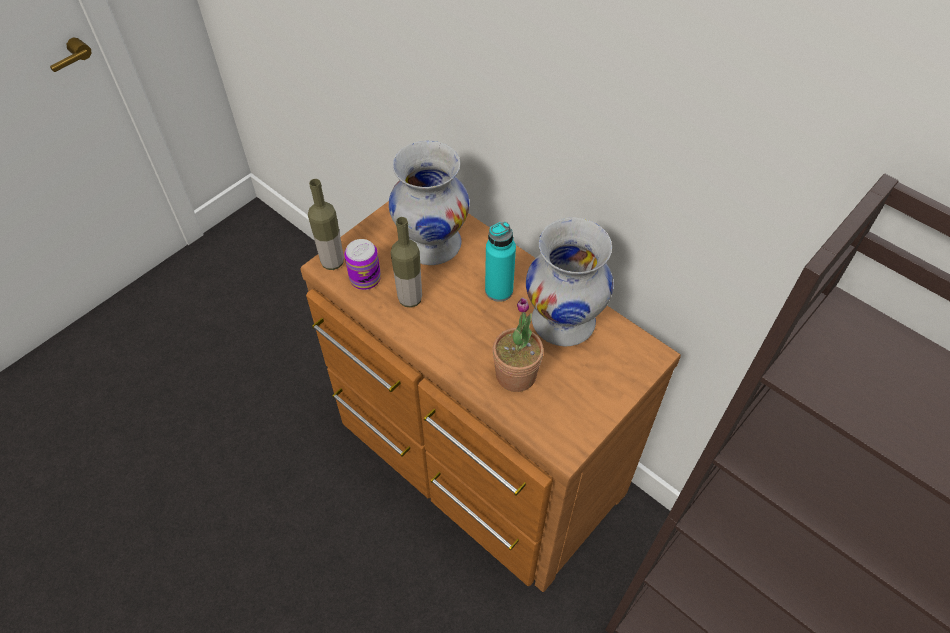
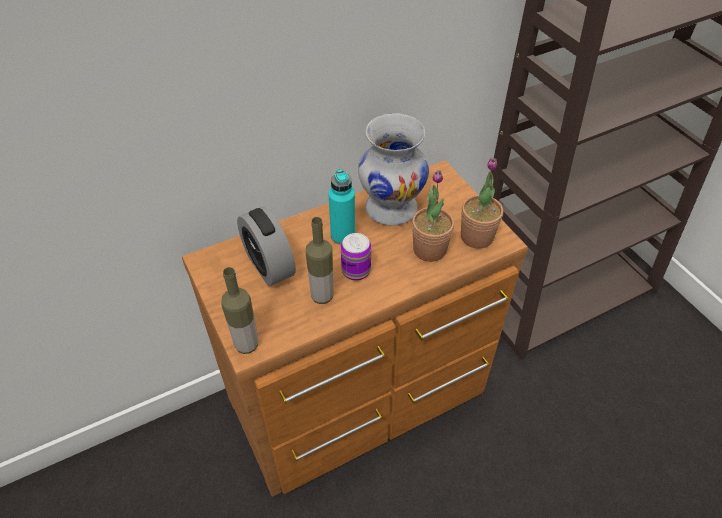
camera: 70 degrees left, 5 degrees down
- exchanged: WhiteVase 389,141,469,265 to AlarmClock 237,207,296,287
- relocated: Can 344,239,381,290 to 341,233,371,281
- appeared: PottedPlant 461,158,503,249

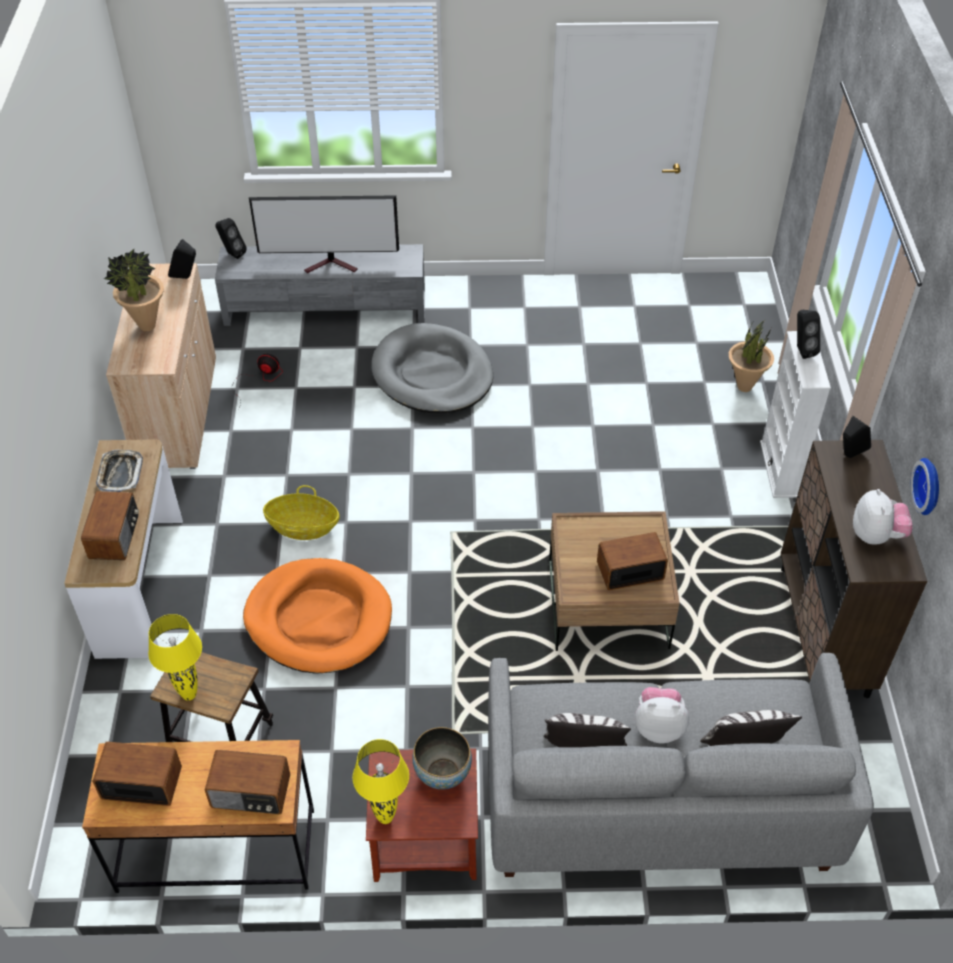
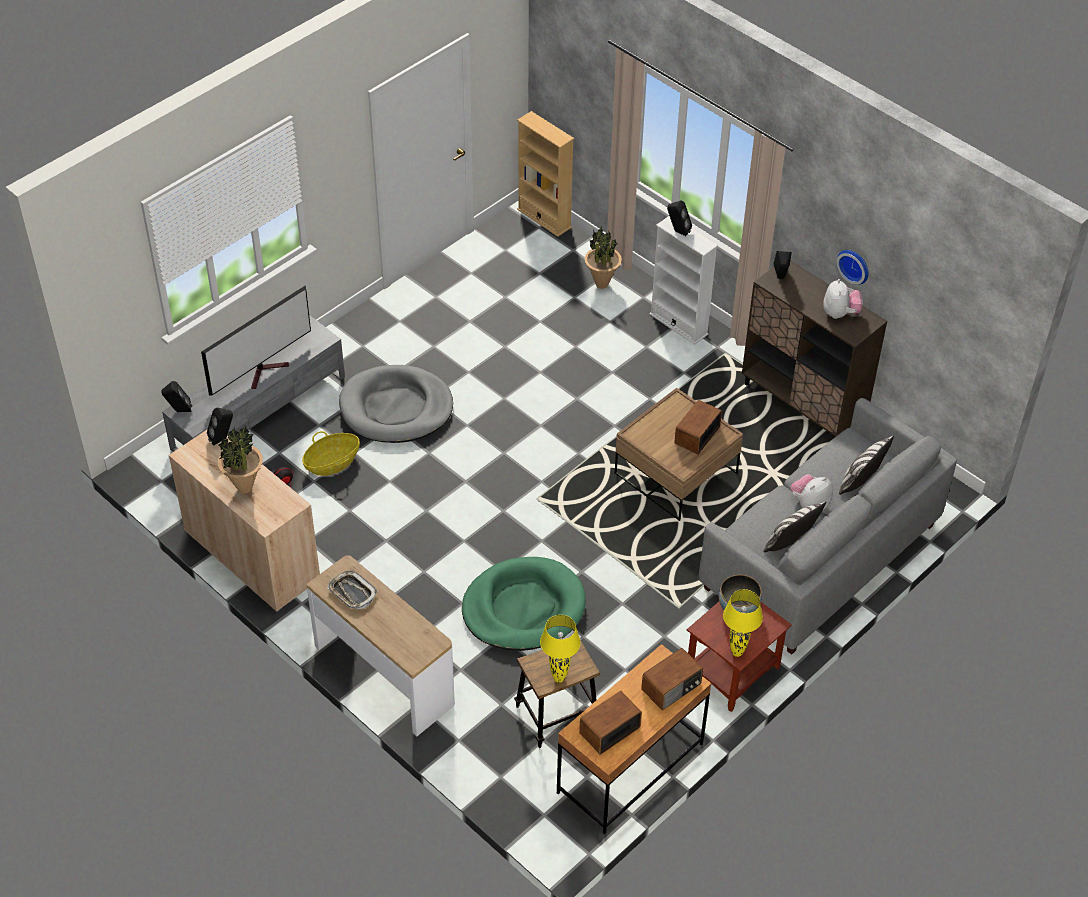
camera: 45 degrees left, 0 degrees up
- relocated: Basket 263,485,340,540 to 302,431,360,476
- spun: PlushToy 853,489,912,545 = 823,279,863,319 45 degrees clockwise
- missing: Radio 81,491,139,560
- colour: OrangeDogBed 243,558,392,674 to GreenDogBed 462,557,586,651
- appeared: BeigeBookcase 517,111,574,237

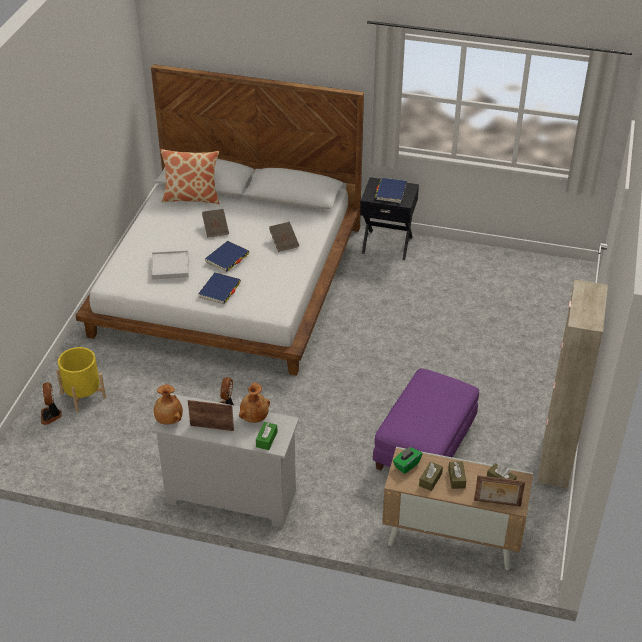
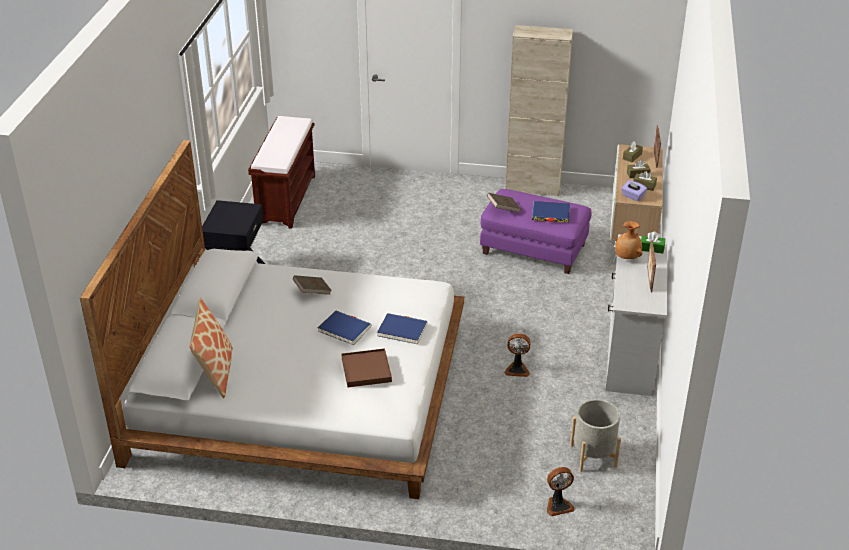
camera: 95 degrees left, 5 degrees down
- relocated: BlueBook 375,178,407,204 to 532,201,570,223
- relocated: BrownBook 202,209,229,238 to 487,193,521,212
- colour: WhiteTray 151,250,189,280 to BrownTray 342,348,392,387
- missing: YellowPlanter 56,347,106,412
- missing: BrownVase 154,385,183,425
- colour: GreenTissueBox 393,447,422,474 to PurpleTissueBox 621,180,647,201
- appeared: BrownBench 248,116,315,229
- appeared: GreyPlanter 570,399,621,472

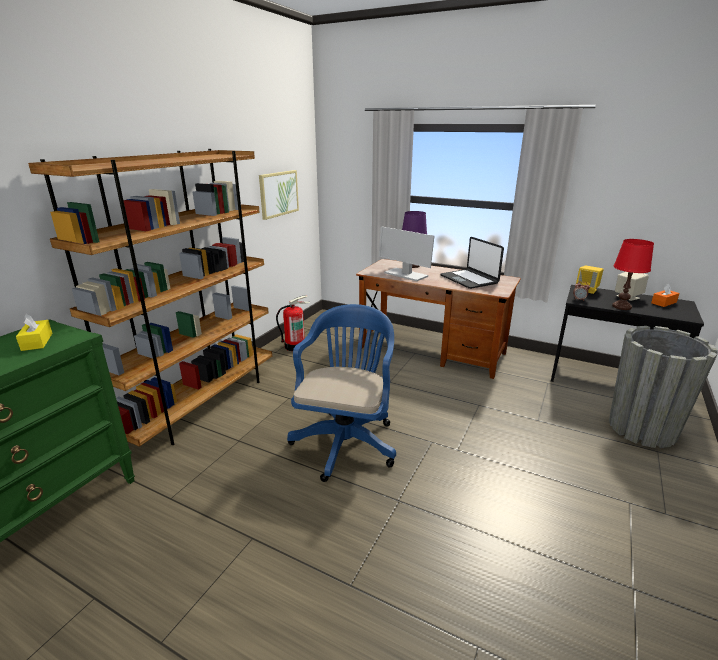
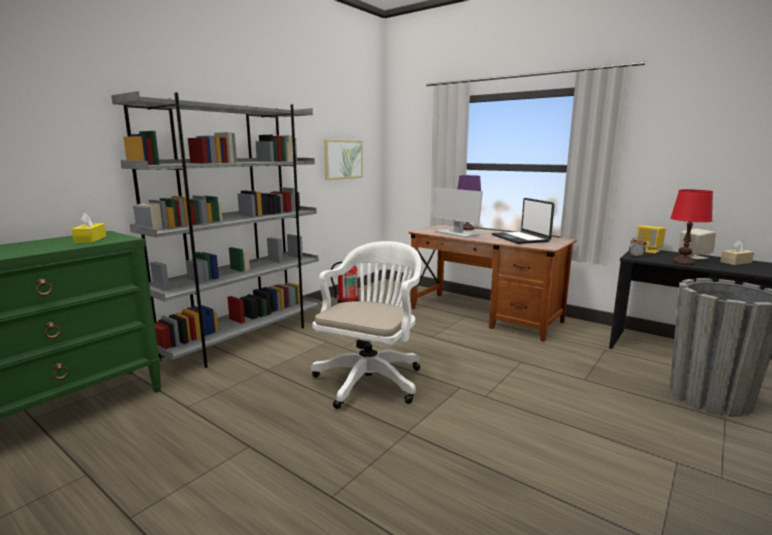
camera: 10 degrees right, 10 degrees down
- colour: BrownBookcase 28,149,272,447 to GreyBookcase 111,91,320,368
- colour: OrangeTissueBox 651,283,680,307 to BeigeTissueBox 720,240,754,265
- colour: BlueOfficeChair 287,304,396,482 to WhiteOfficeChair 311,241,421,409

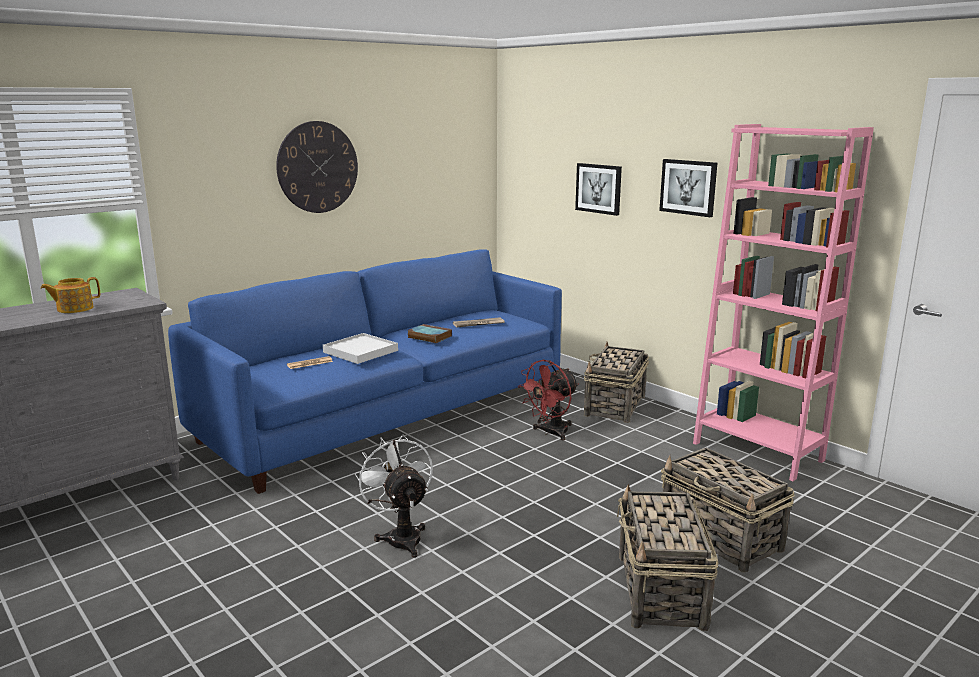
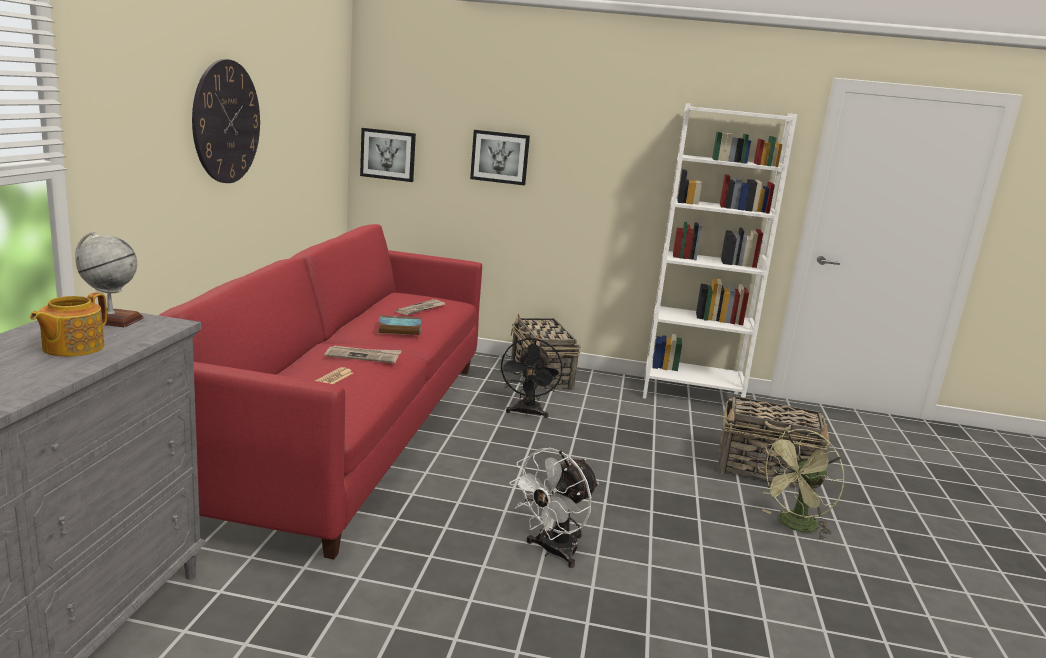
camera: 40 degrees left, 0 degrees up
- colour: PinkBookcase 693,124,874,481 to WhiteBookcase 643,103,797,399
- relocated: Picture 659,159,717,217 to 360,128,416,182
- colour: BlueSofa 168,249,562,494 to RedSofa 159,224,482,559
- exchanged: WhiteTray 323,333,398,364 to Newspaper 324,346,402,363
- colour: RedFan 518,360,579,440 to BlackFan 499,338,562,418
- spun: WhiteFan 355,435,433,558 = 510,448,599,568 75 degrees counterclockwise
- exchanged: Basket 617,484,719,631 to GreenFan 758,429,845,541
- appeared: Globe 75,232,144,328

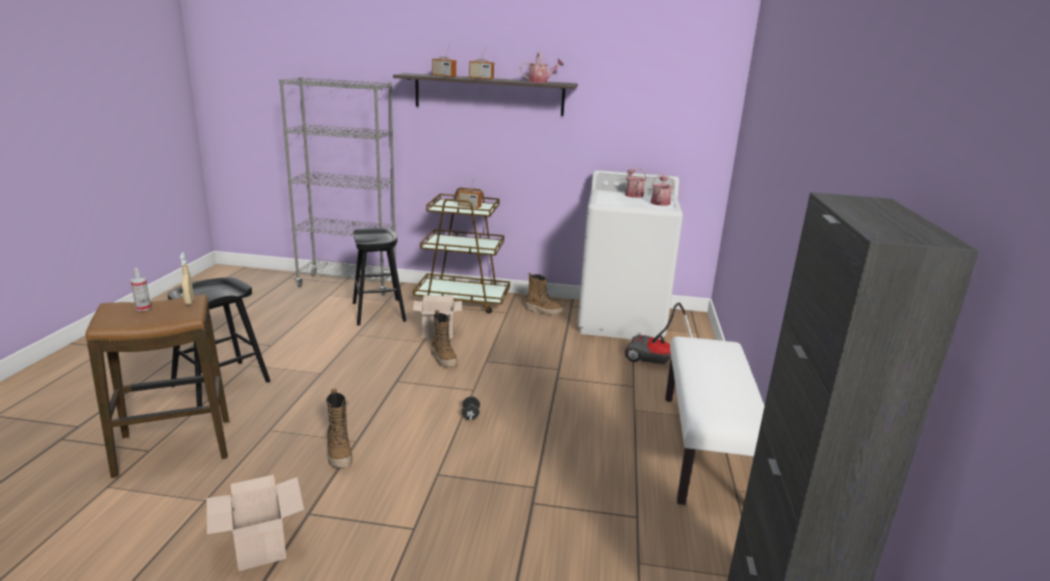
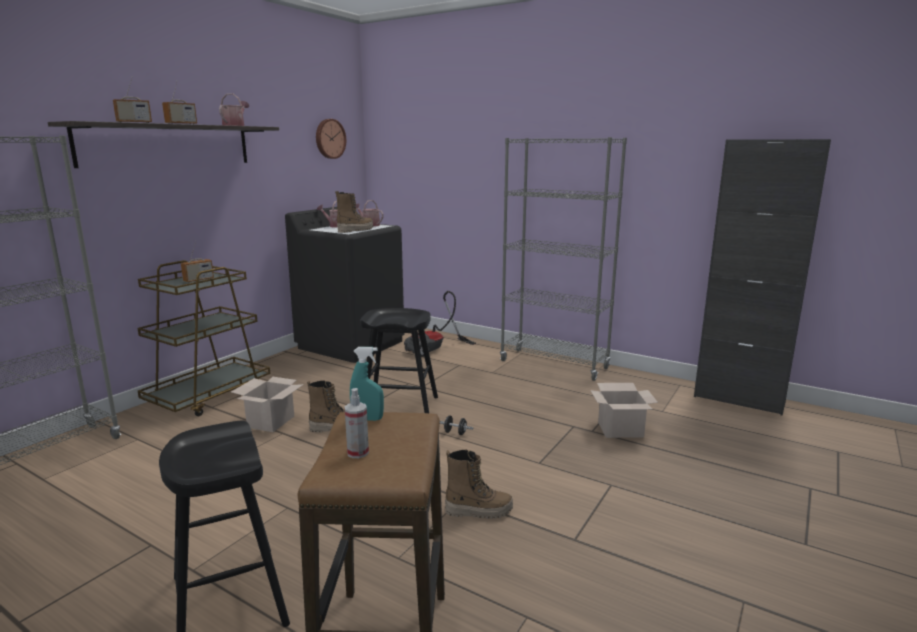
camera: 65 degrees left, 5 degrees down
- colour: WhiteWashingMachine 577,170,683,339 to BlackWashingMachine 285,207,404,363
- relocated: BlackStool 353,228,406,326 to 361,308,438,413
- colour: BeigeSprayBottle 180,252,194,305 to TurquoiseSprayBottle 350,347,384,421
- relocated: Boot 525,273,563,316 to 335,191,373,233
- exchanged: WhiteBench 665,336,765,505 to GreyBookcase 500,137,627,381
- relocated: CardboardBox 207,475,304,571 to 590,383,658,438
- appeared: WallClock 316,119,346,159

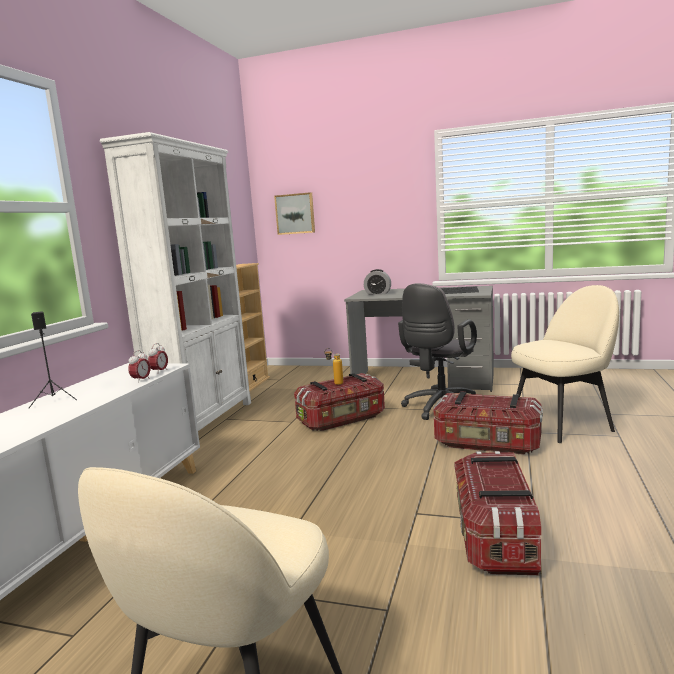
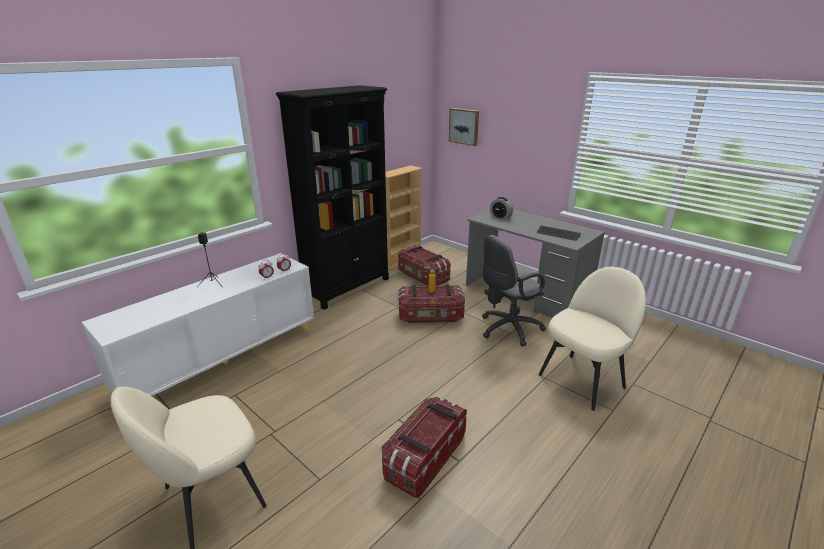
camera: 25 degrees right, 15 degrees up
- colour: WhiteBookcase 100,132,251,431 to BlackBookcase 276,85,389,310
- spun: BeigeChair 511,285,619,443 = 538,267,646,411 45 degrees counterclockwise
- relocated: StorageBox 434,392,543,455 to 398,245,451,286

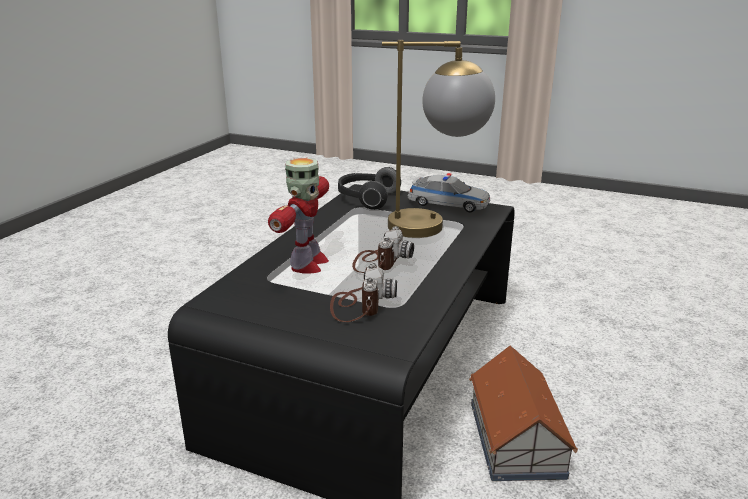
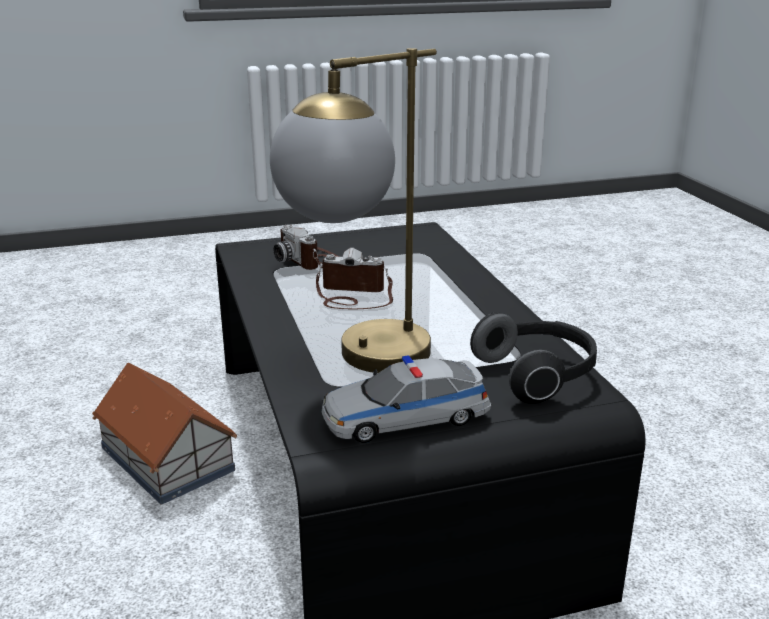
camera: 140 degrees right, 0 degrees up
- missing: ToyRobot 268,158,329,274
- spun: PhotoCamera 352,227,414,273 = 316,248,393,309 120 degrees clockwise

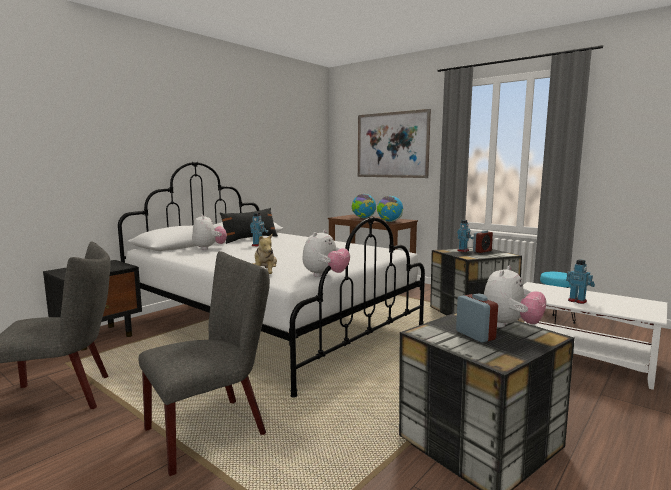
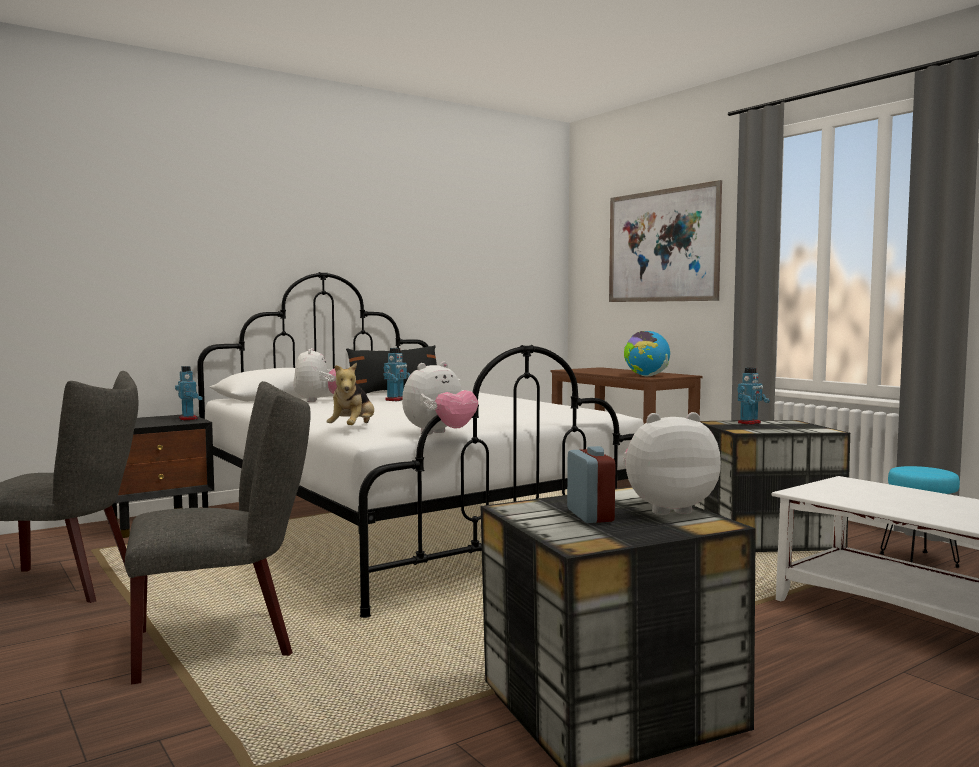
camera: 15 degrees right, 5 degrees down
- missing: Globe 352,194,376,218
- missing: AlarmClock 473,230,493,253
- relocated: ToyRobot 566,259,595,304 to 175,366,203,421
- spun: PlushToy 484,266,547,328 = 623,412,721,515 150 degrees counterclockwise

